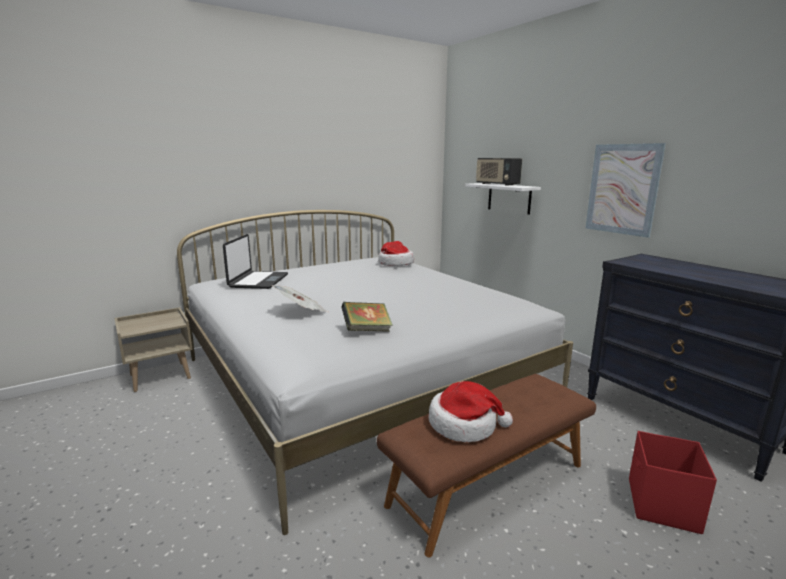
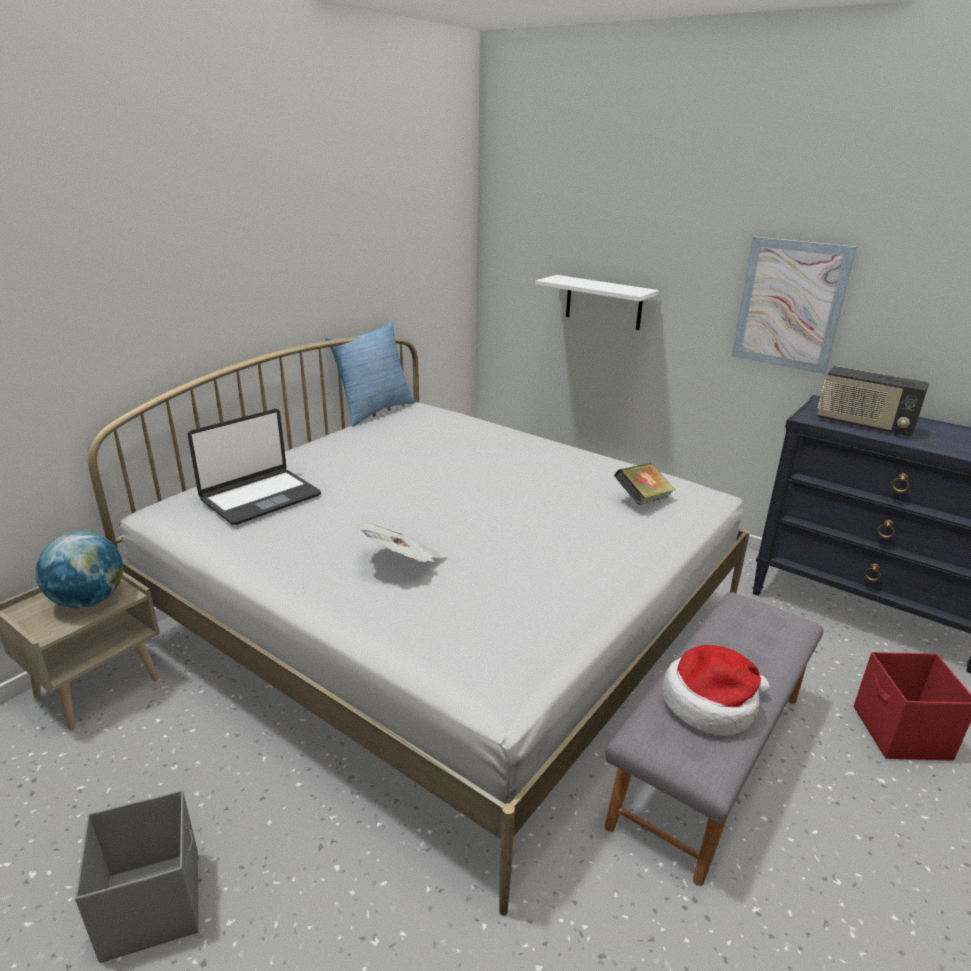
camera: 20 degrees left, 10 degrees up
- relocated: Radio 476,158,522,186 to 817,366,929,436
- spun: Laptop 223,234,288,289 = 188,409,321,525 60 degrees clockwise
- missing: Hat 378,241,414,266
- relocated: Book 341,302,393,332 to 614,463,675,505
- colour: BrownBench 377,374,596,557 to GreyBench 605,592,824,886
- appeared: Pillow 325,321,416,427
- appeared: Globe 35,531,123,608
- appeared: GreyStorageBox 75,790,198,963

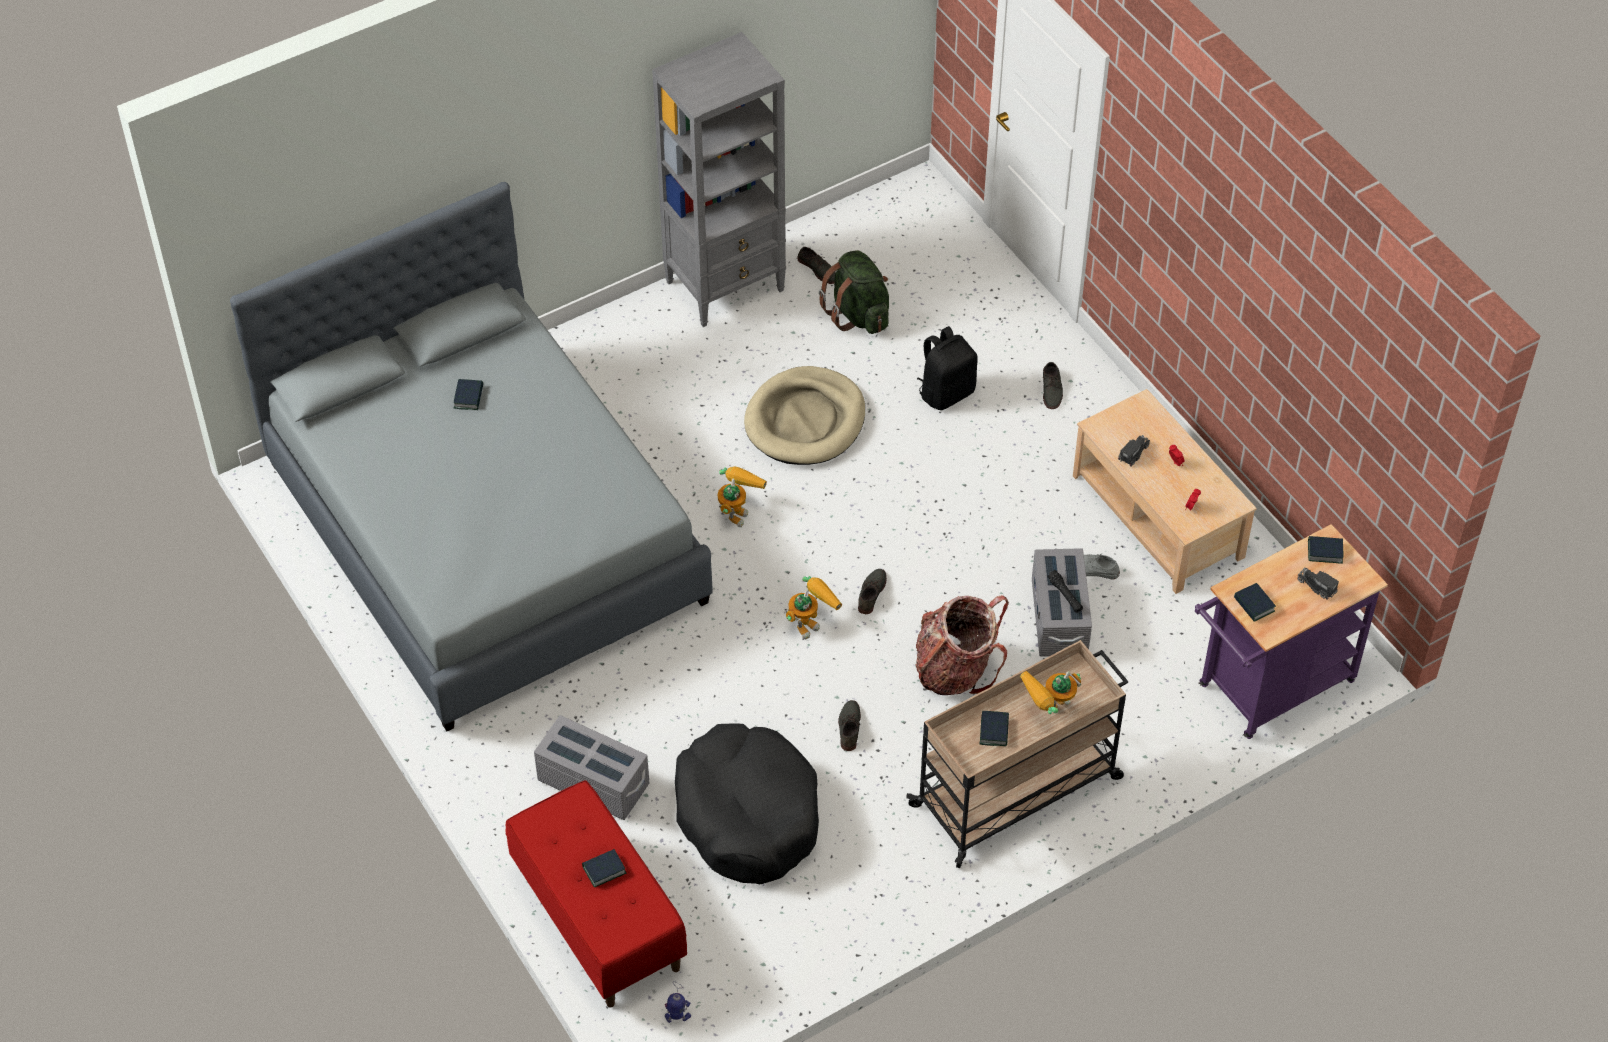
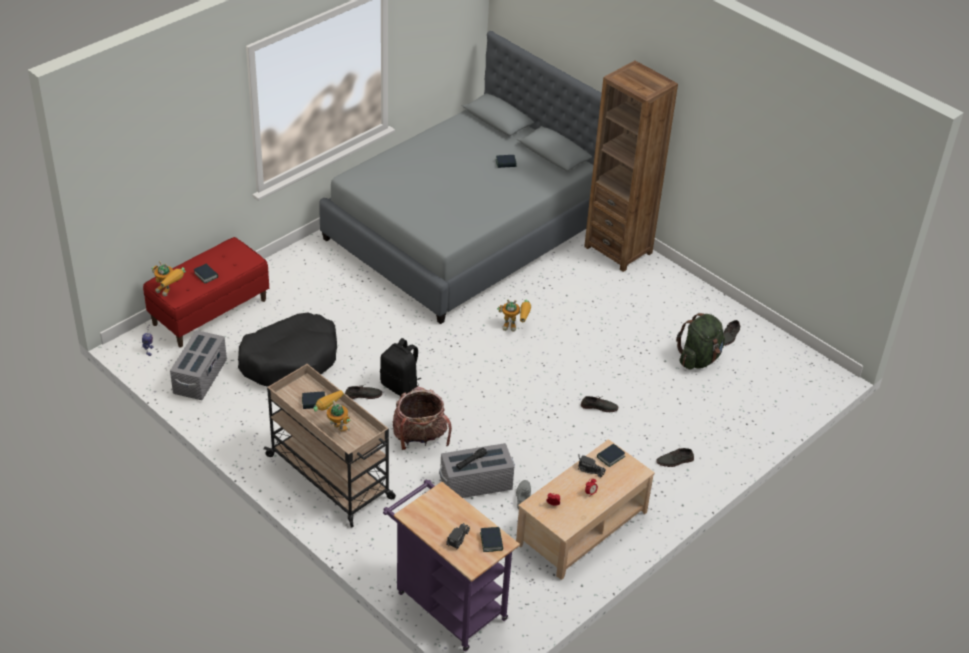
camera: 75 degrees right, 10 degrees down
- missing: GreyBookcase 652,32,786,327
- relocated: BlackBackpack 917,326,978,410 to 380,338,421,396
- missing: BeigeDogBed 744,366,865,465
- relocated: GreyShoe 858,569,887,614 to 581,396,618,412
- relocated: ToyRobot 786,576,842,639 to 152,261,186,296
- relocated: Book 1234,583,1276,622 to 597,444,625,467
- relocated: GreyStorageBox 534,715,649,820 to 170,330,227,400
- appeared: BrownBookcase 584,61,678,272

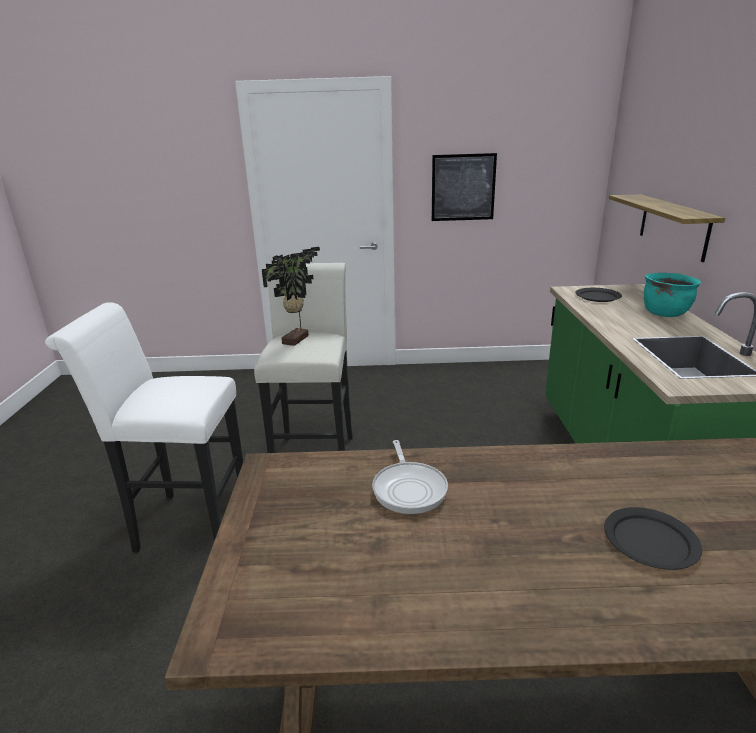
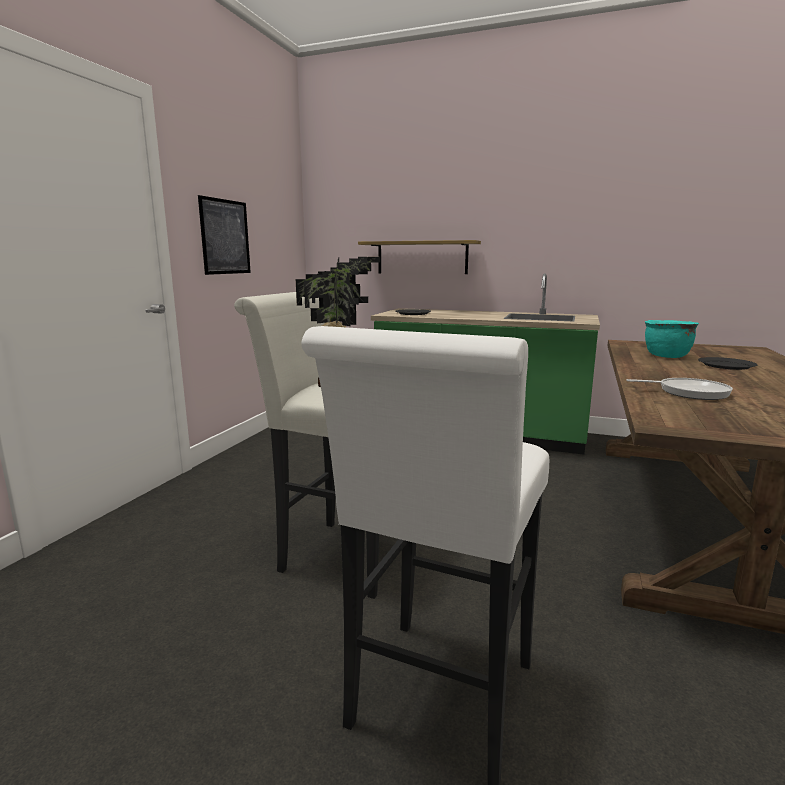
camera: 70 degrees left, 10 degrees down
- relocated: TurquoiseCookingPot 644,273,701,317 to 645,320,699,358

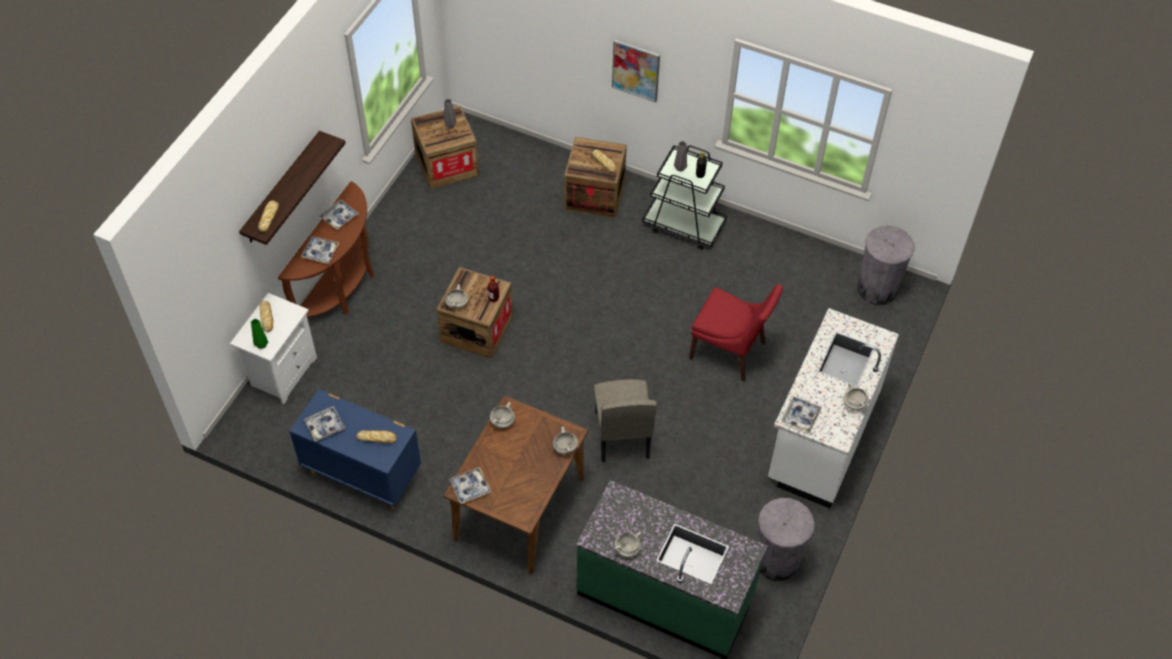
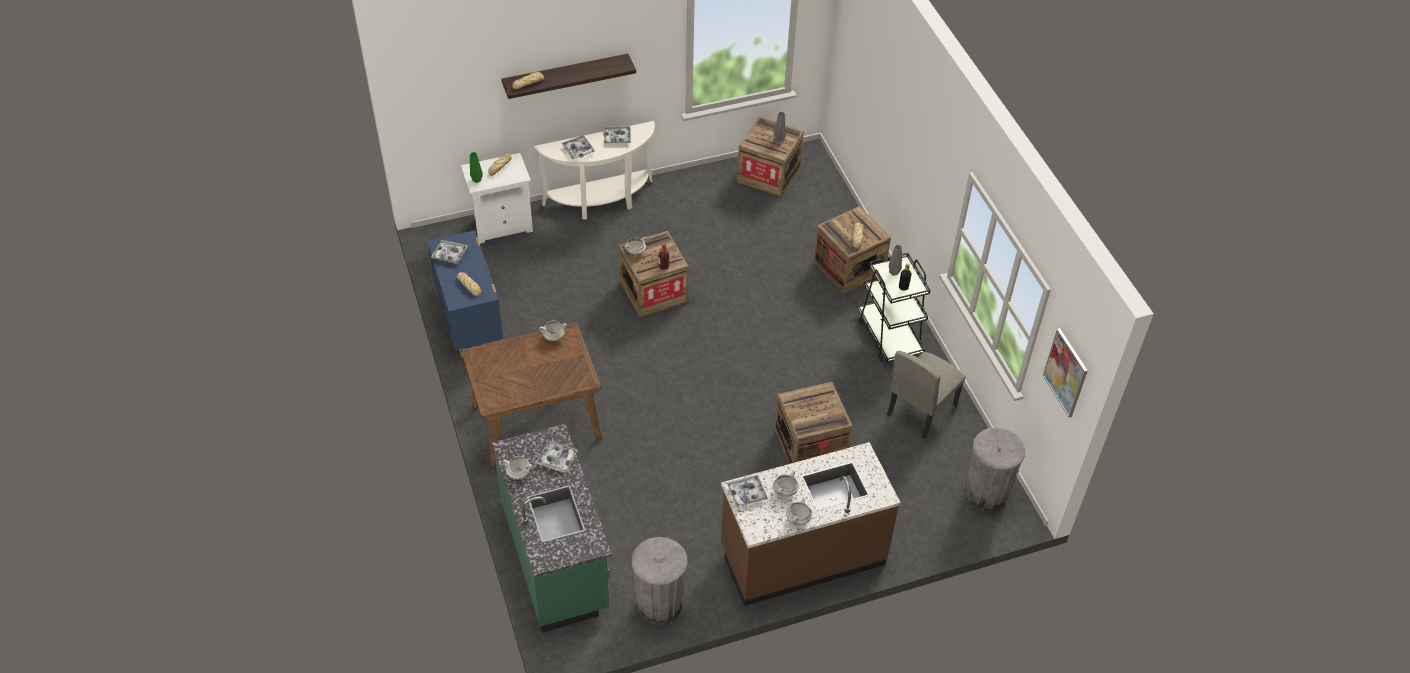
camera: 45 degrees right, 5 degrees down
- relocated: Picture 612,40,660,102 to 1043,328,1088,418
- colour: BrownConsoleTable 278,181,374,317 to WhiteConsoleTable 534,121,655,220
- exchanged: RedChair 689,284,783,382 to Crate 774,382,852,464
- colour: WhiteCounter 768,308,899,508 to BrownCounter 721,442,901,606
- relocated: BeigeChair 594,379,657,462 to 887,351,966,439
- relocated: WhiteCookingPot 553,427,578,454 to 773,471,799,497
- relocated: Tray 449,467,491,504 to 536,440,578,473

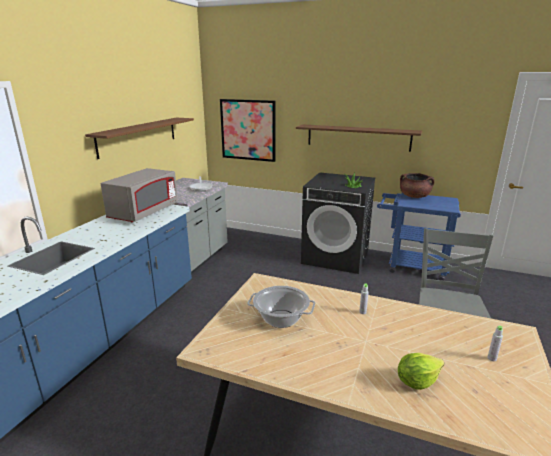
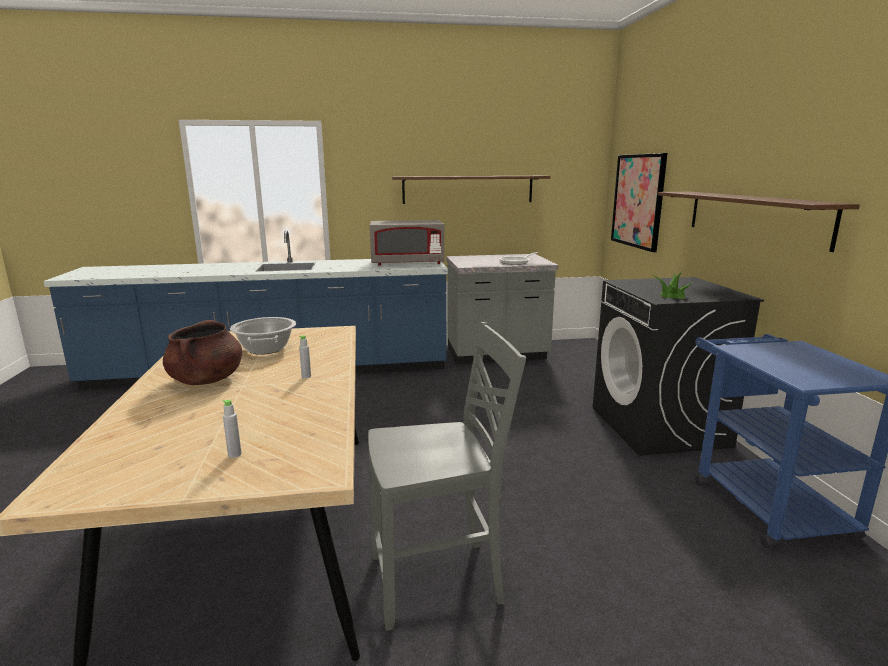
camera: 60 degrees right, 5 degrees down
- relocated: BrownCookingPot 400,173,435,198 to 163,320,242,385
- missing: Lettuce 398,353,444,390

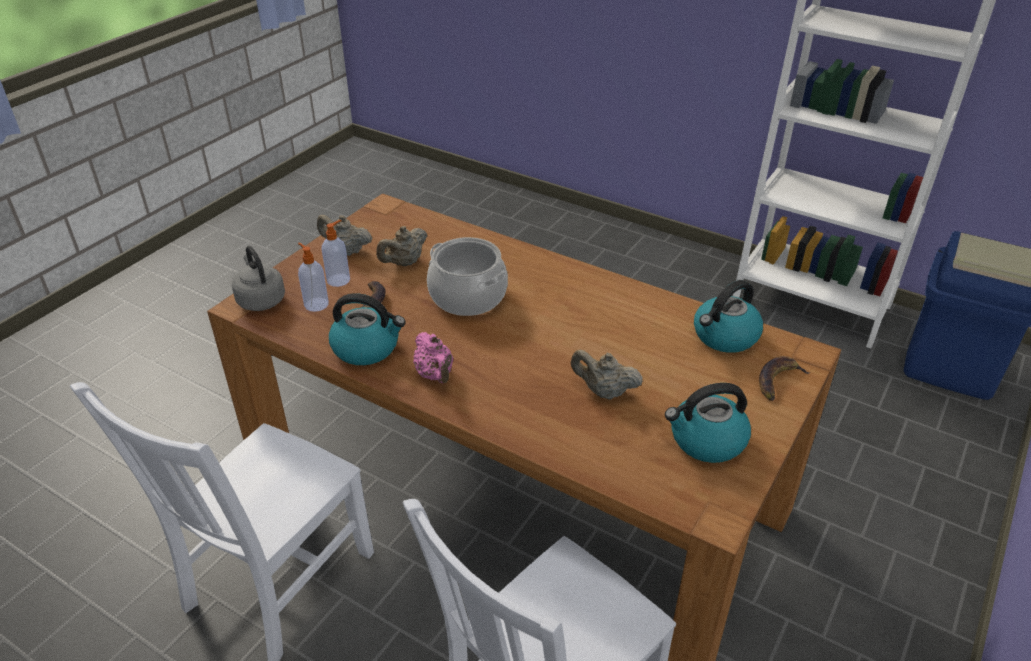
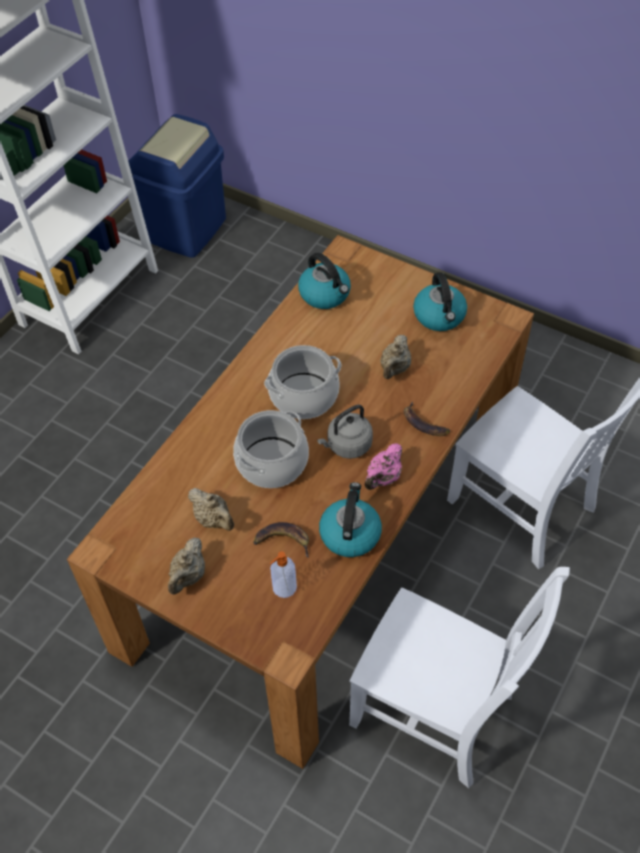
camera: 90 degrees left, 15 degrees up
- missing: SoapDispenser 321,220,350,287
- relocated: GreyKettle 232,246,285,311 to 317,405,373,459
- spun: PinkTeapot 413,332,453,383 = 365,443,402,490 150 degrees clockwise
- relocated: Banana 759,356,811,401 to 404,401,450,436
- appeared: CookingPot 264,345,342,419

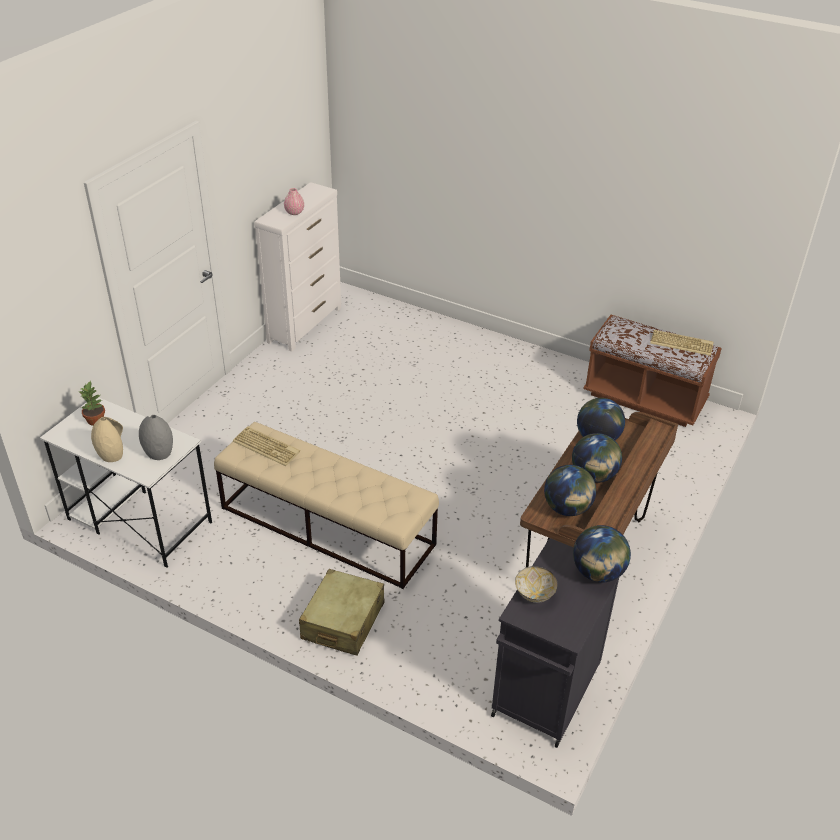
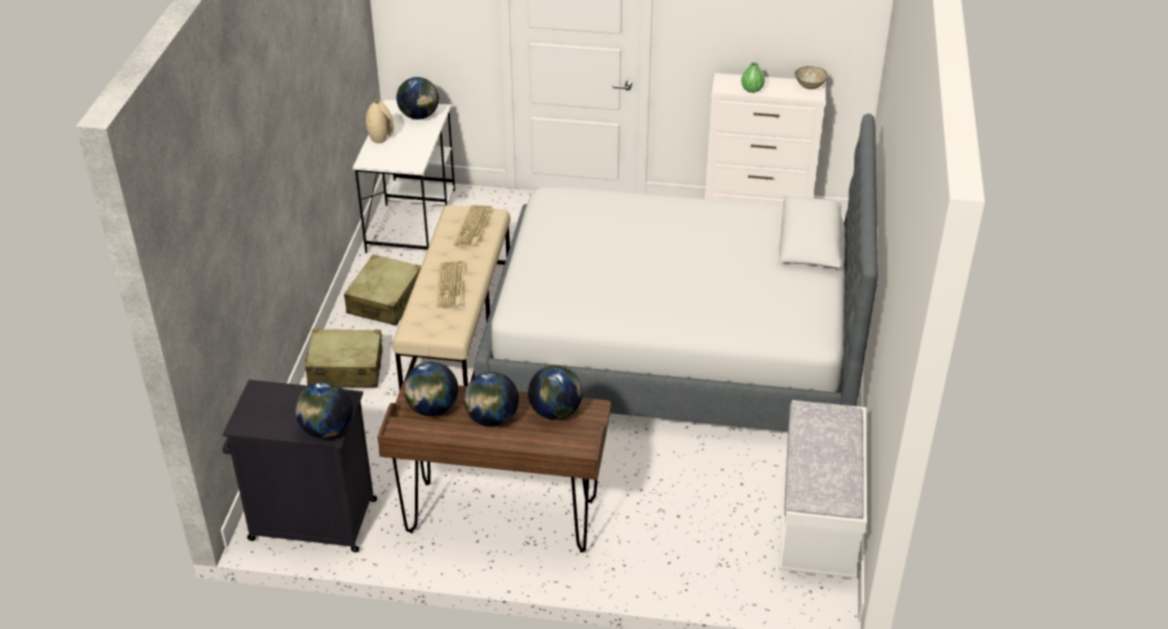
camera: 70 degrees right, 0 degrees up
- colour: PinkVase 284,188,304,215 to GreenVase 741,62,765,93
- colour: BrownBench 583,315,722,427 to WhiteBench 779,400,867,579
- relocated: Keyboard 650,330,714,356 to 436,261,464,308
- exchanged: PottedPlant 79,381,105,426 to Globe 396,77,439,119
- missing: GreyVase 139,415,173,460
- relocated: Bowl 515,566,557,603 to 795,66,828,89
- appeared: Bed 474,113,878,431
- appeared: BeigeSuitcase 344,255,421,326

